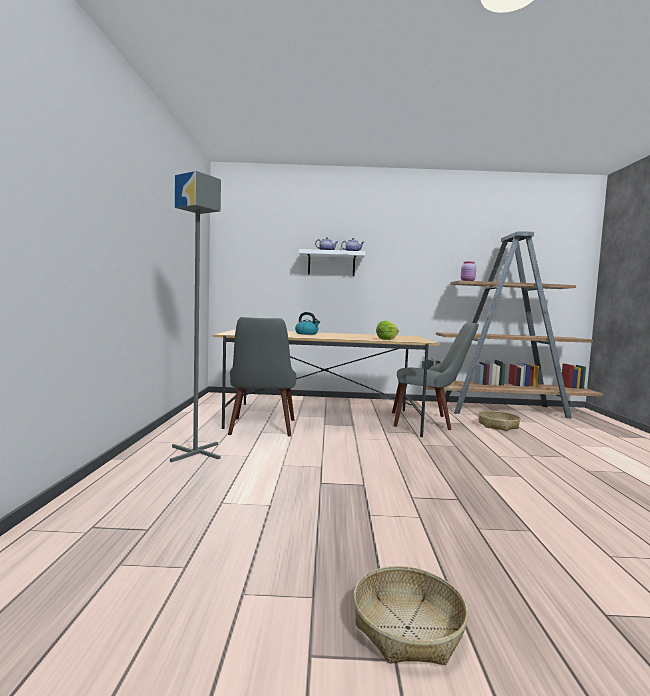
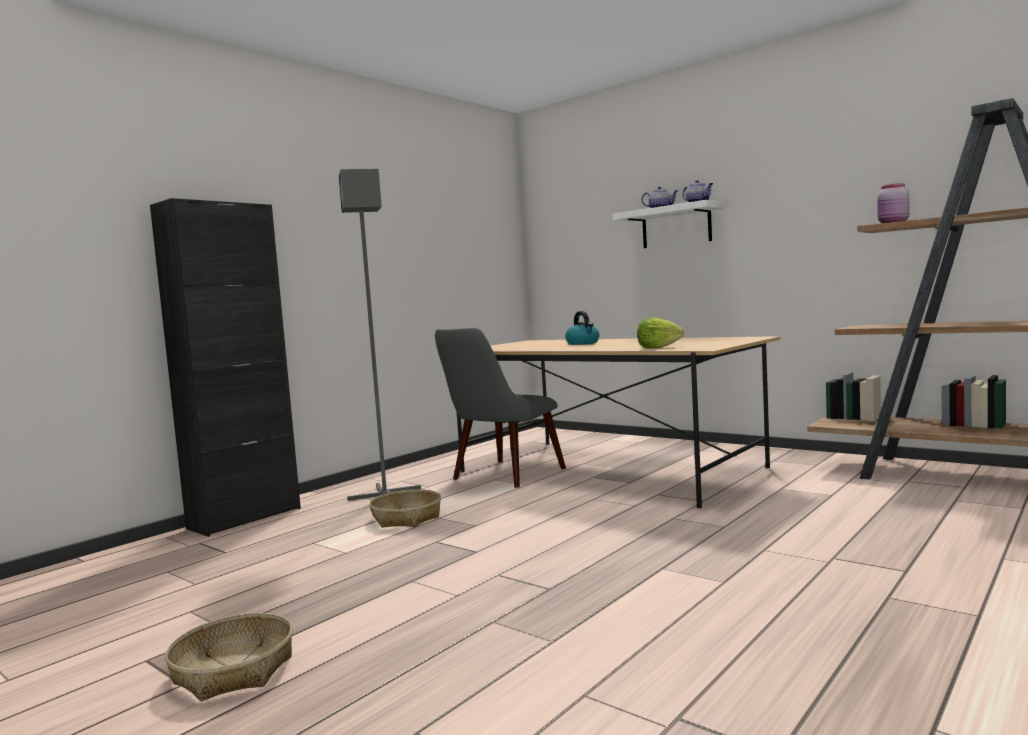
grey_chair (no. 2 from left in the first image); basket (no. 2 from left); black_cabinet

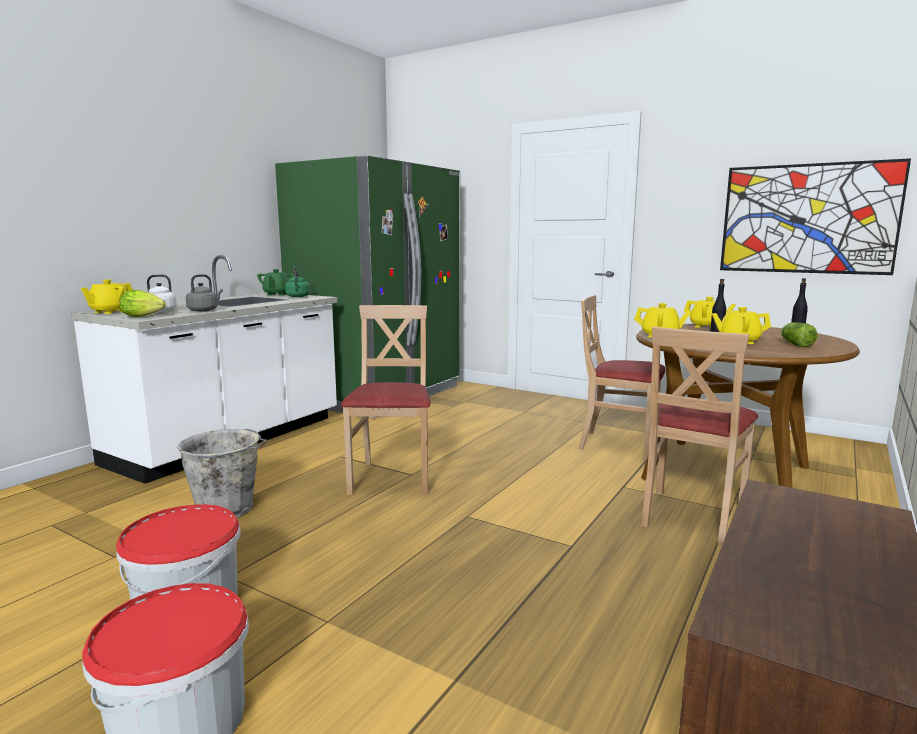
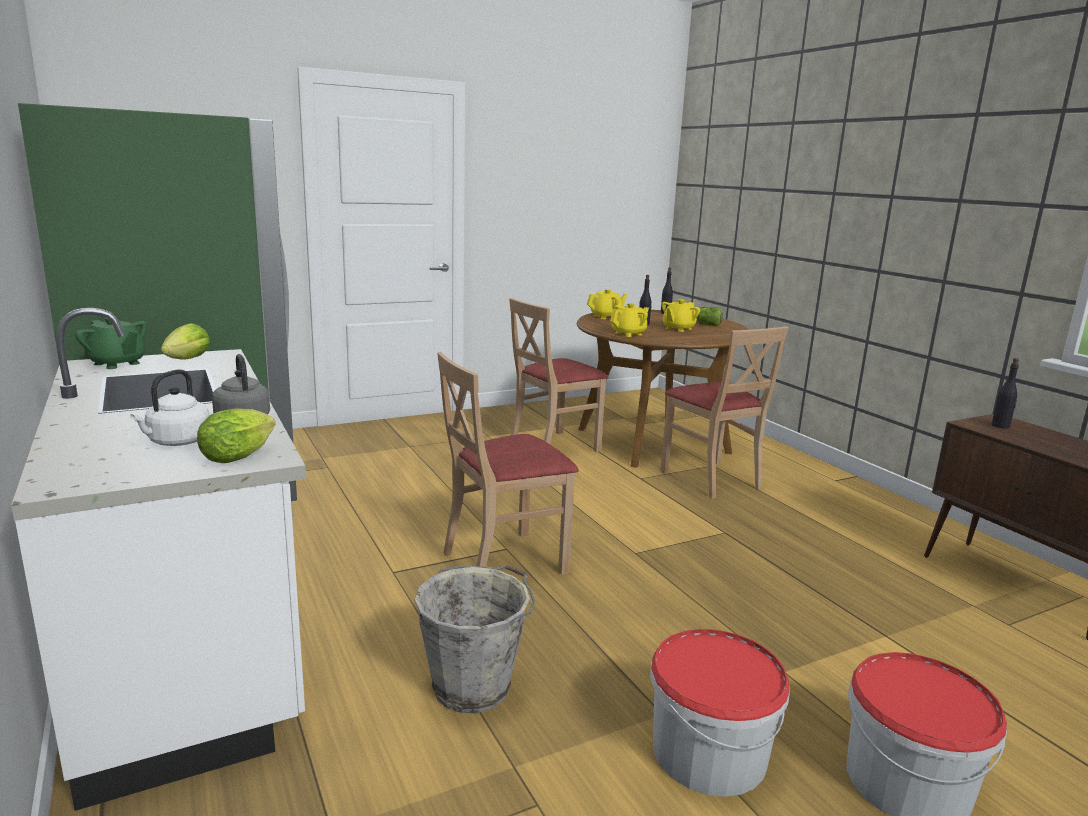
picture; lettuce (no. 1 from left); yellow_teapot (no. 1 from left in the first image); beige_chair (no. 1 from left); black_bottle (no. 3 from left)

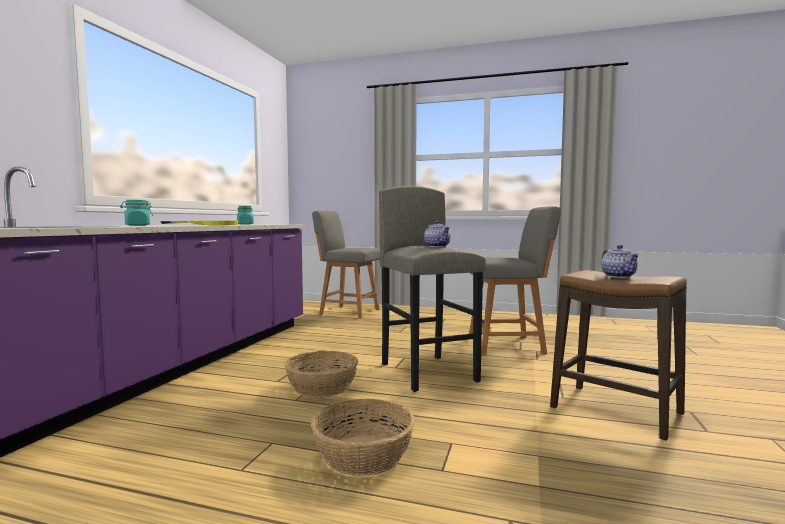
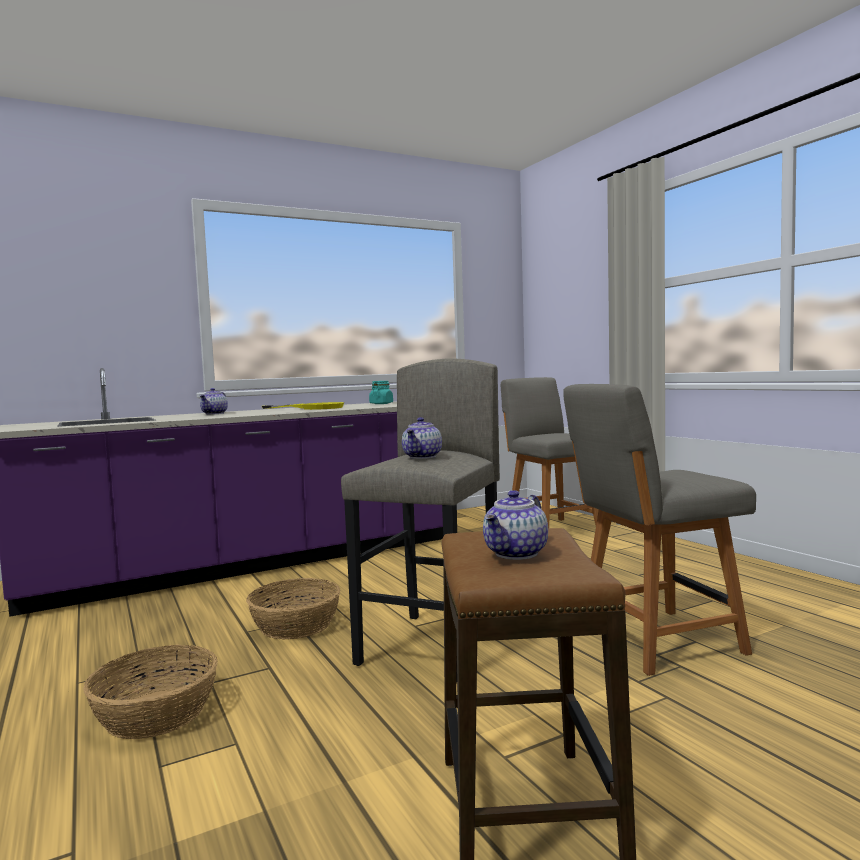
teapot (no. 1 from left); grey_chair (no. 2 from left)

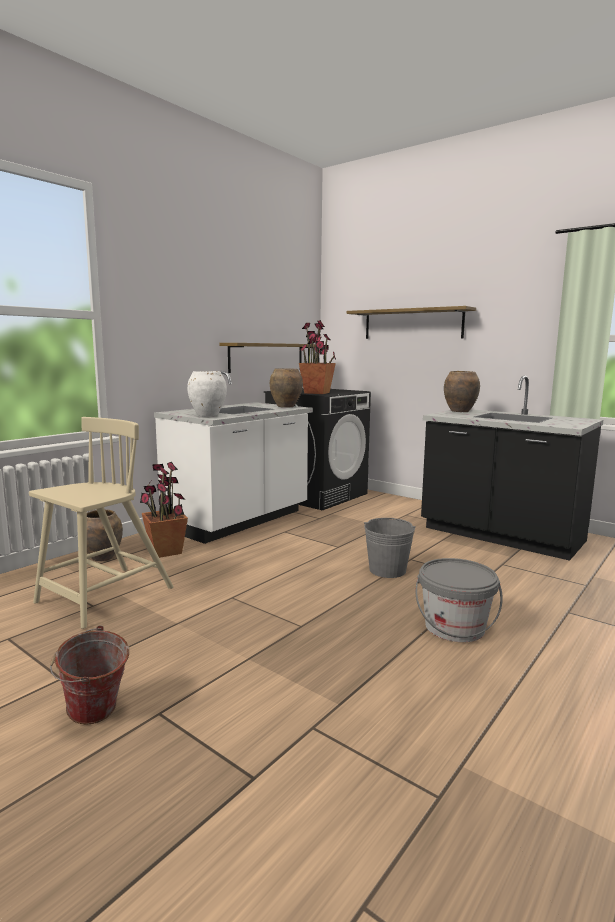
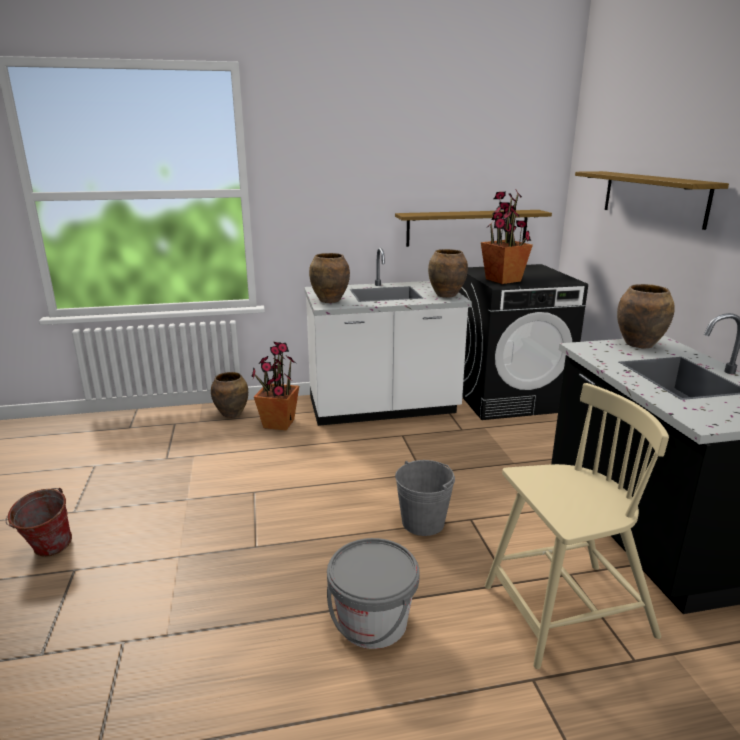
brown_vase (no. 2 from left); beige_chair

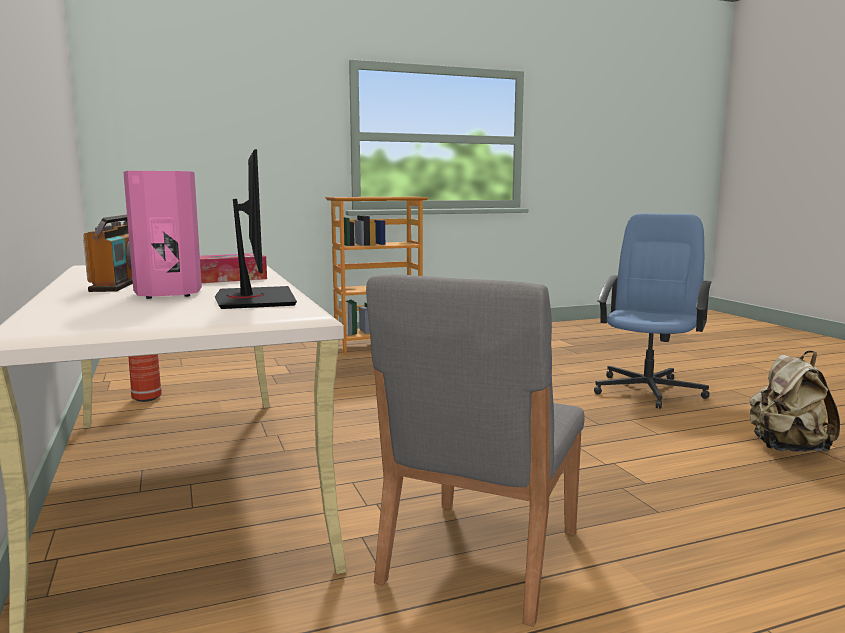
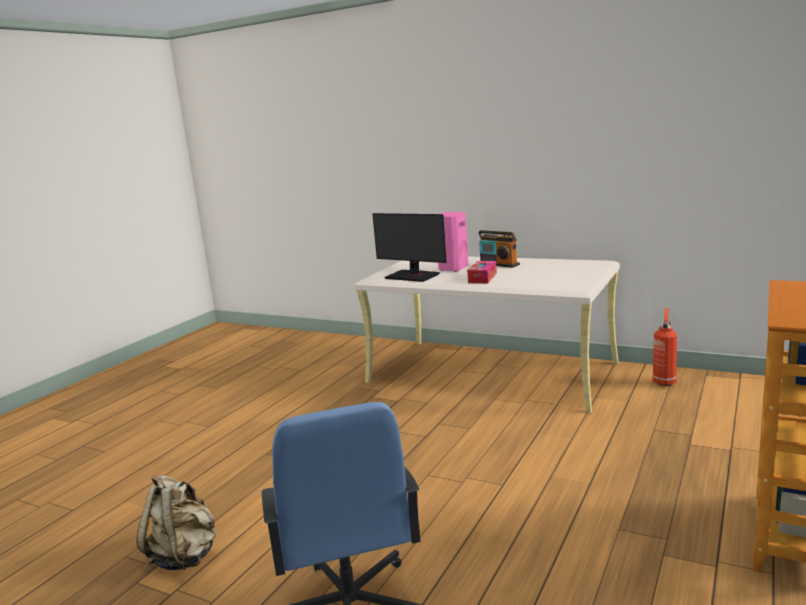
grey_chair

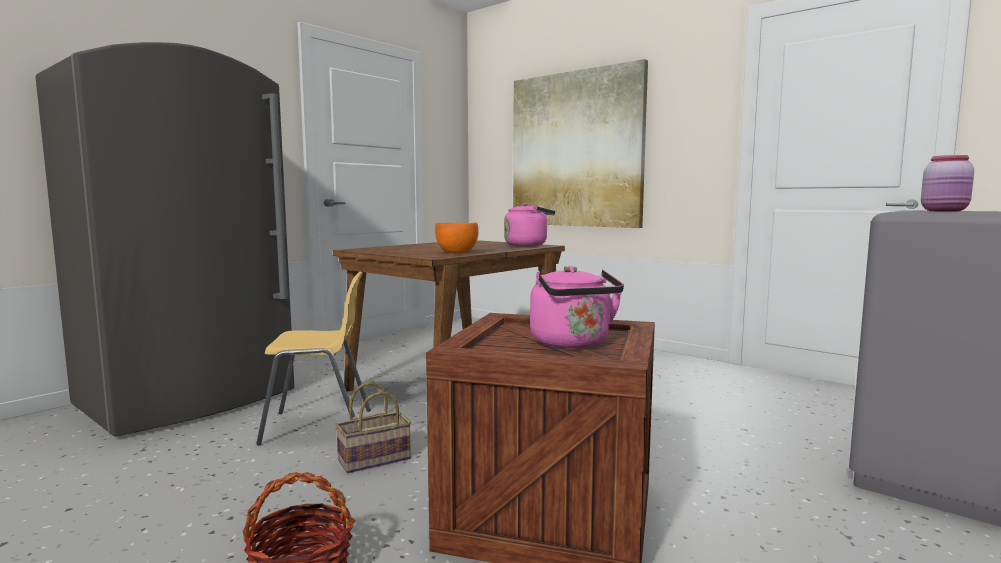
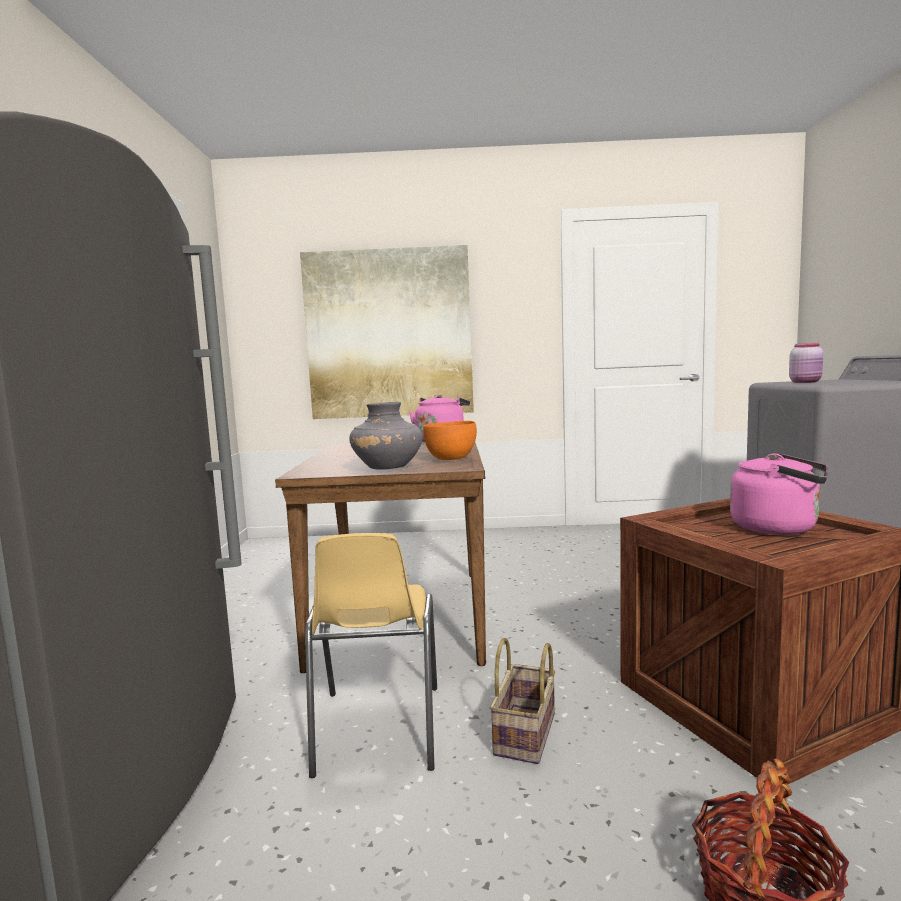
yellow_chair; grey_vase

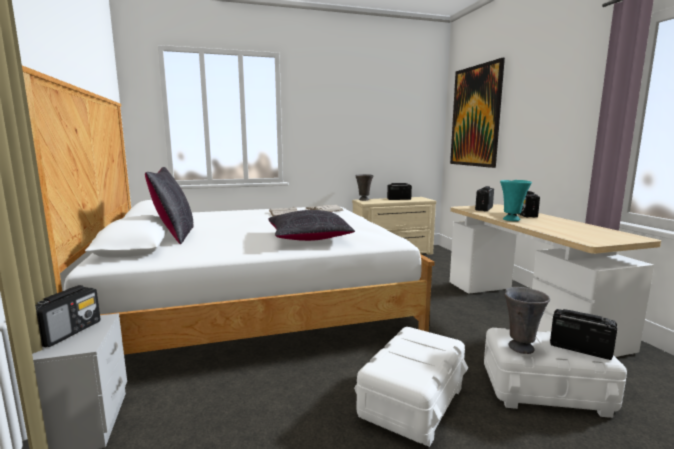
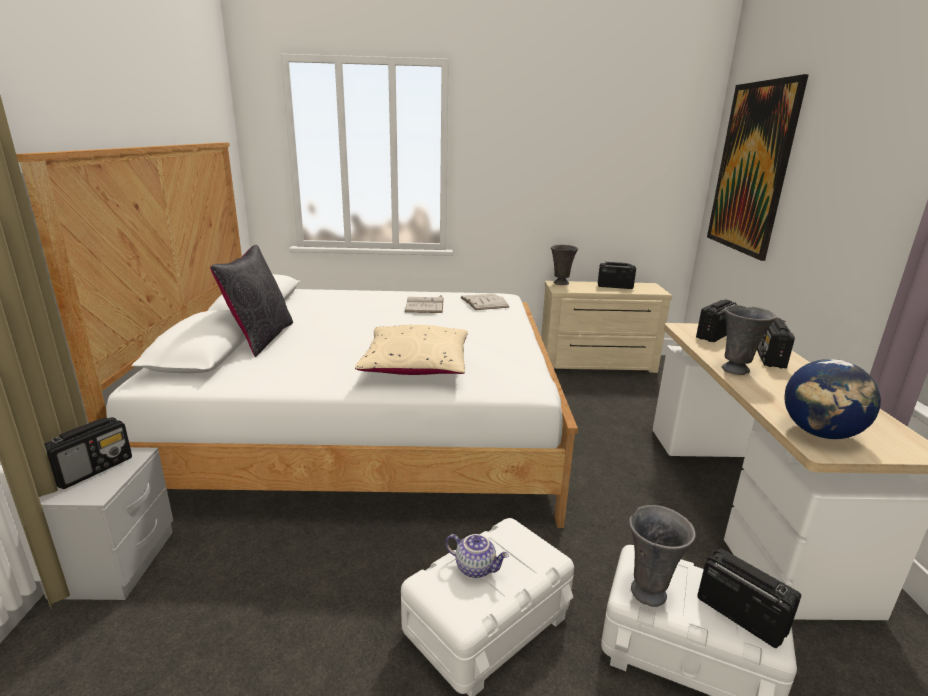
grey_vase (no. 3 from left); beige_pillow; globe; teapot

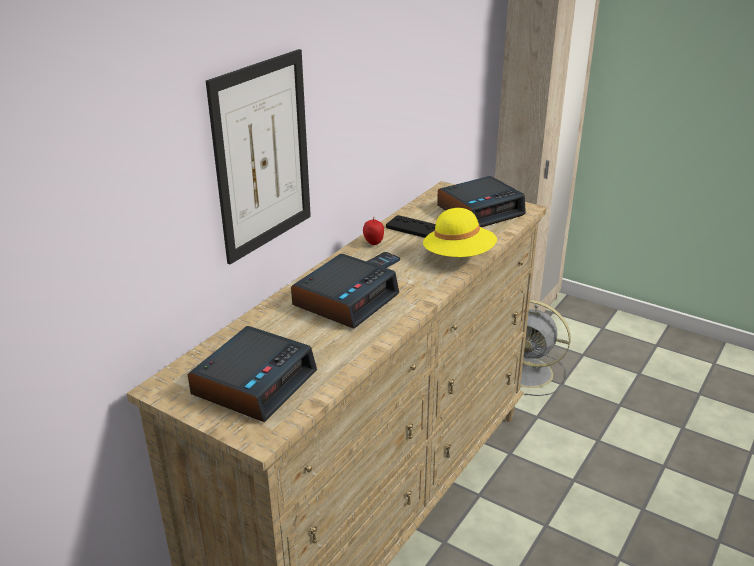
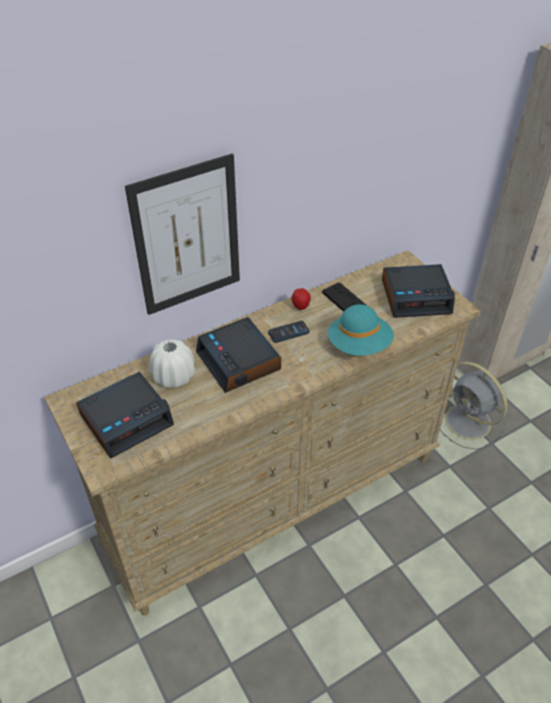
turquoise_hat; alarm_clock (no. 2 from left); white_vase

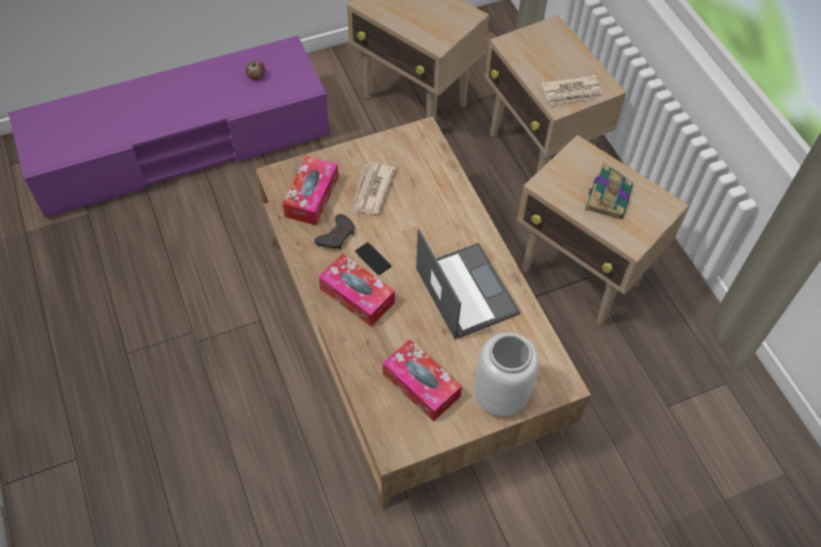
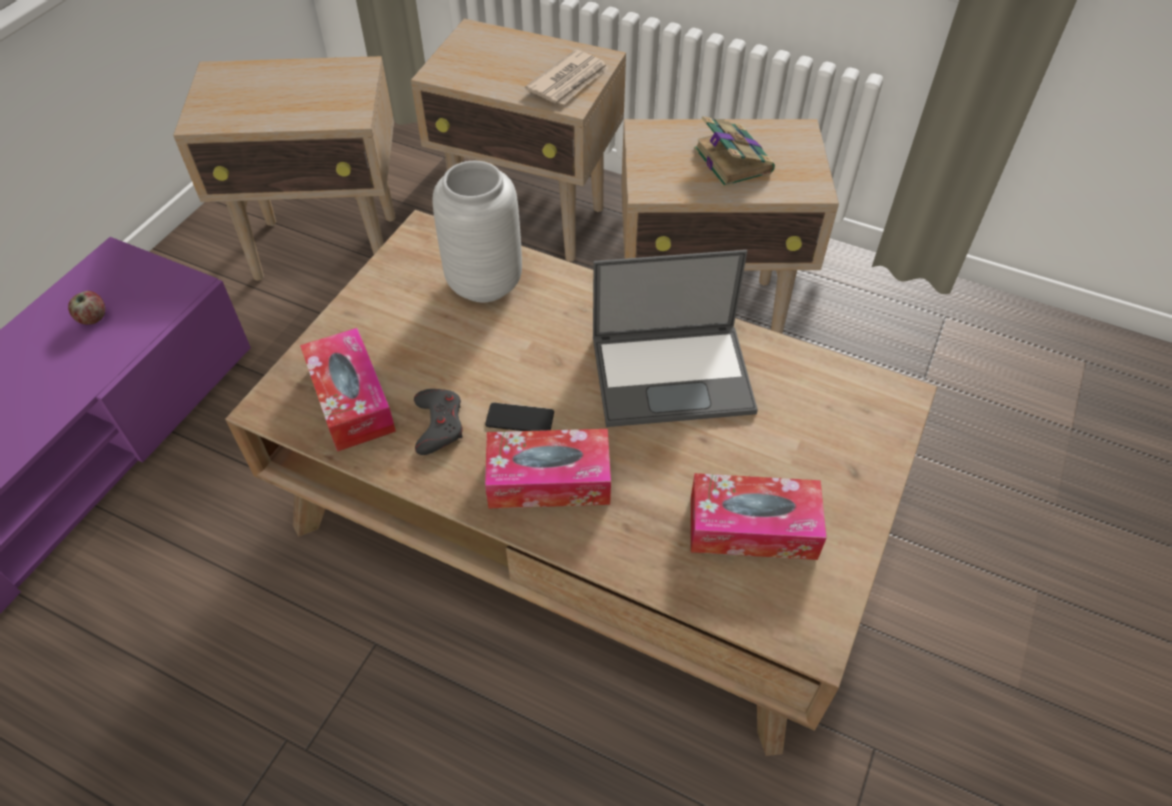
newspaper (no. 1 from left in the first image); laptop; grey_vase

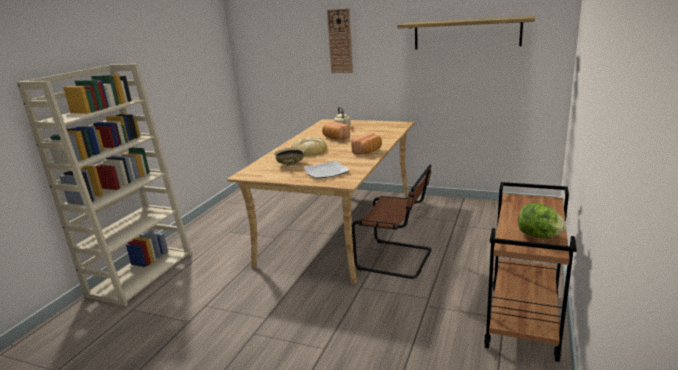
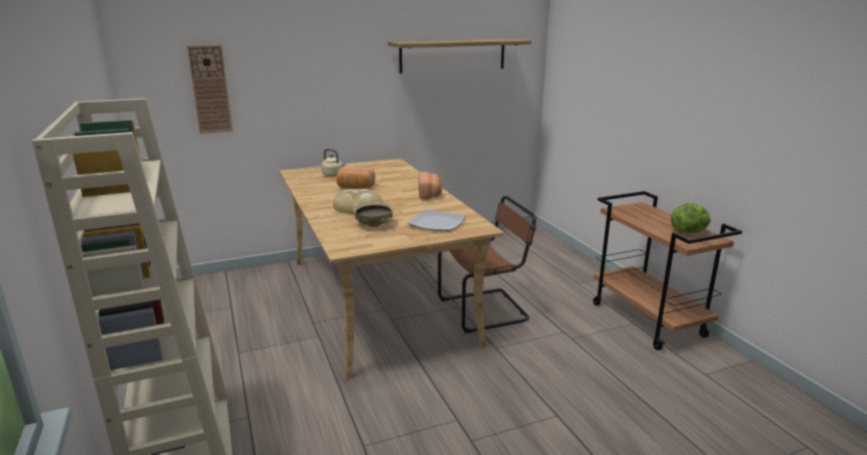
wall_clock

